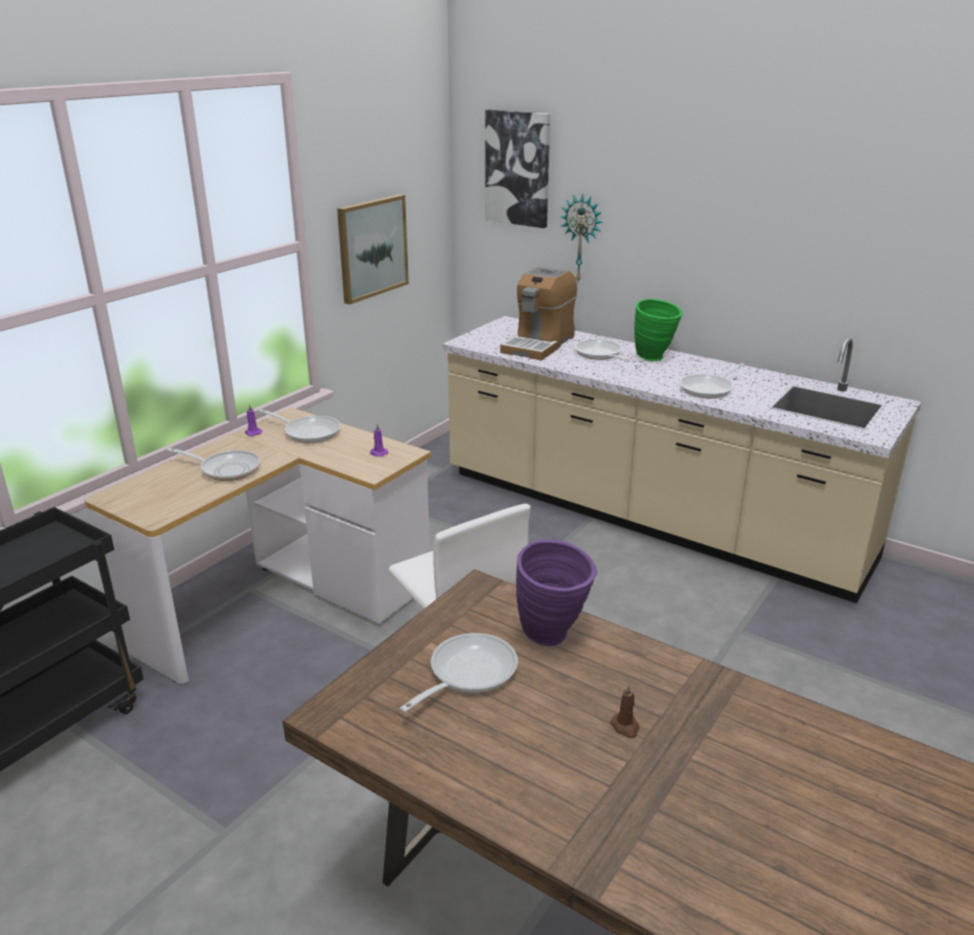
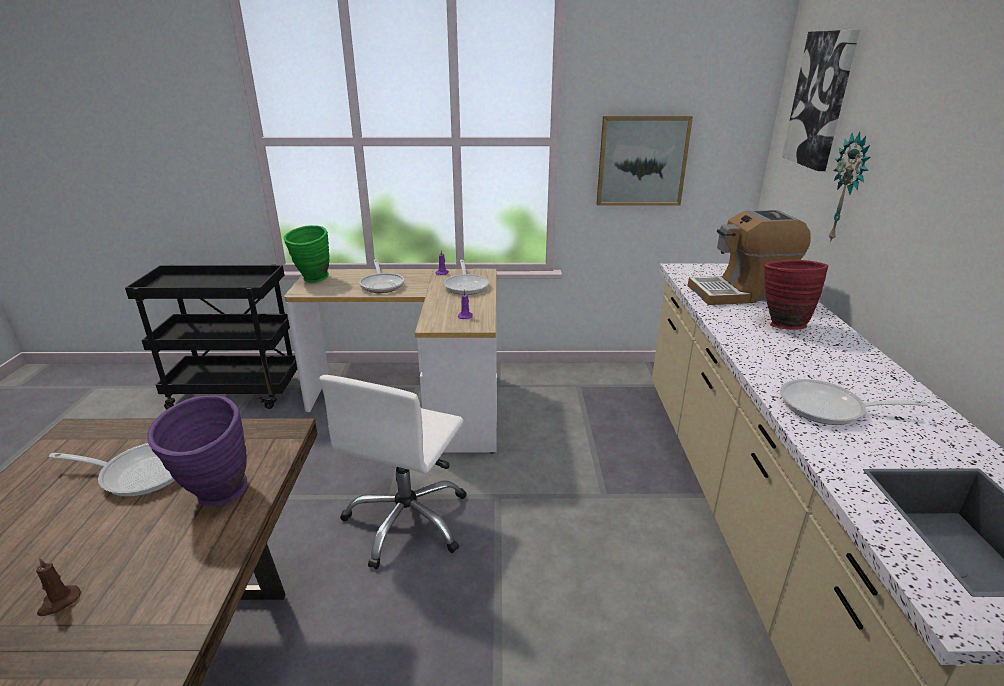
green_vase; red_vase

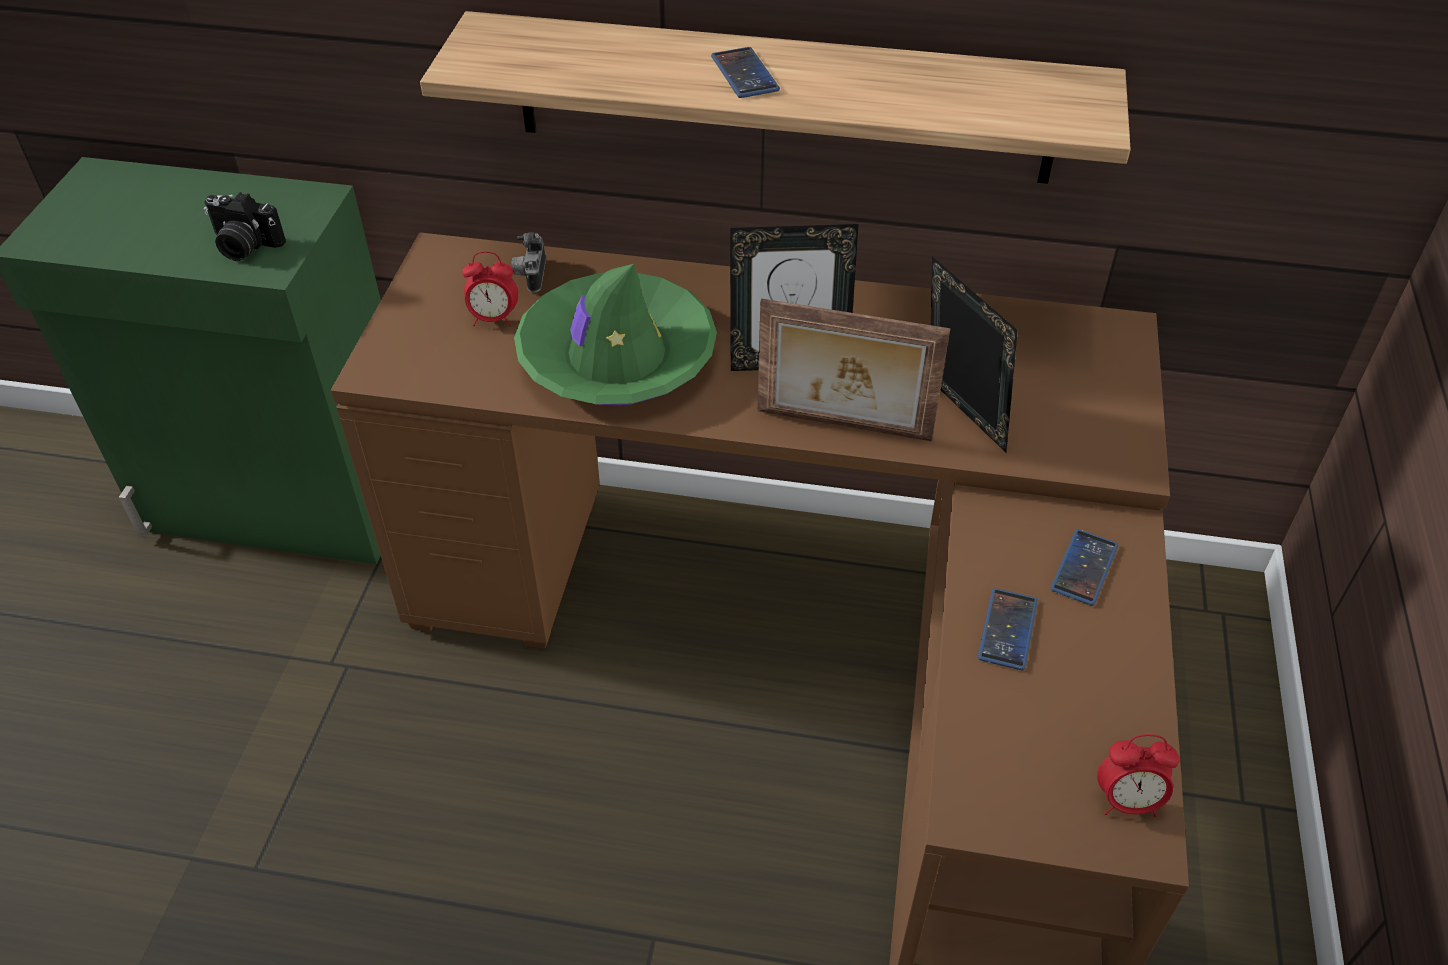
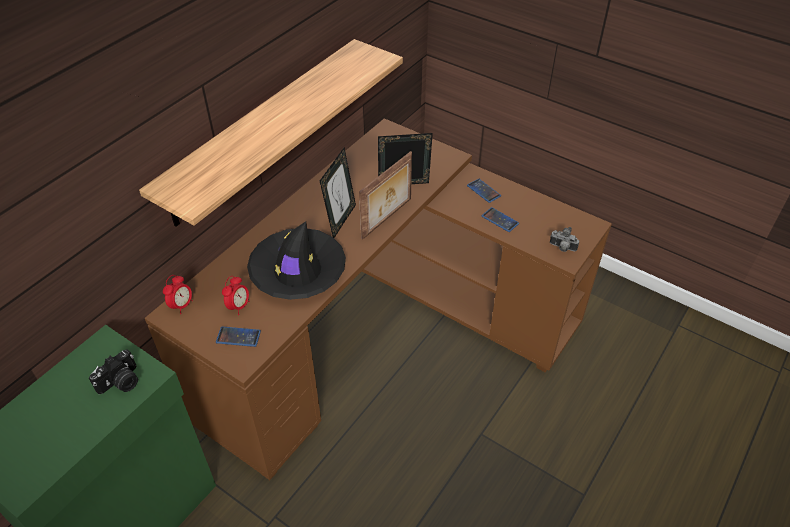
phone (no. 1 from left); photo_camera (no. 2 from left); black_hat; alarm_clock (no. 1 from left)

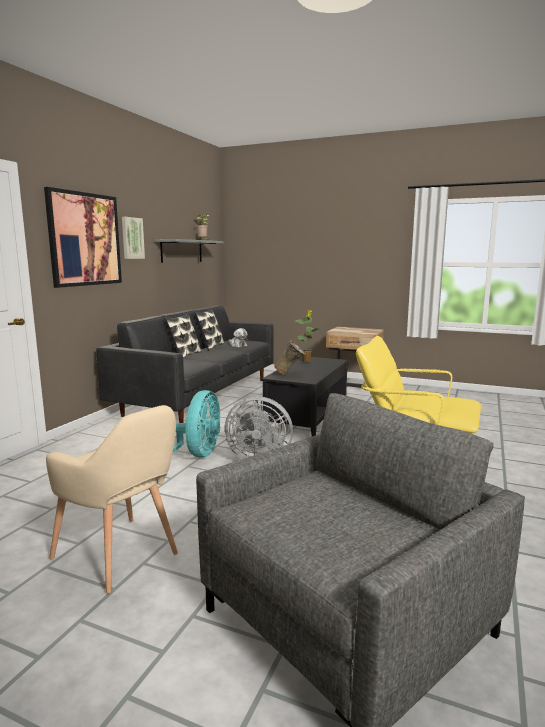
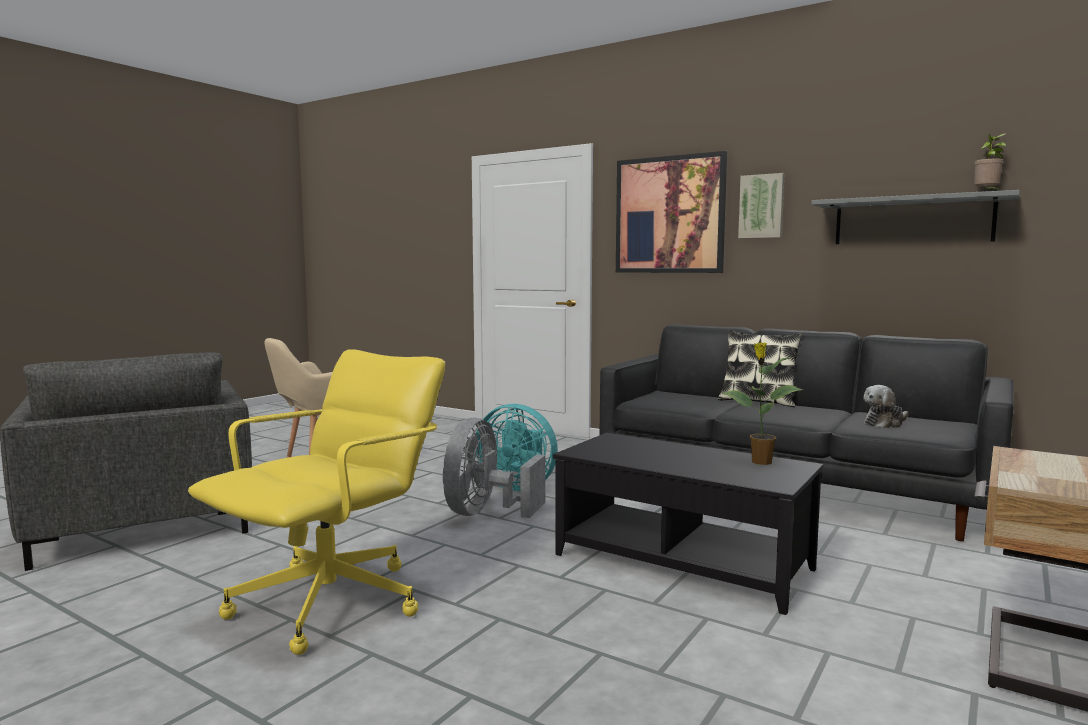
pillow (no. 2 from left in the first image); beige_vase

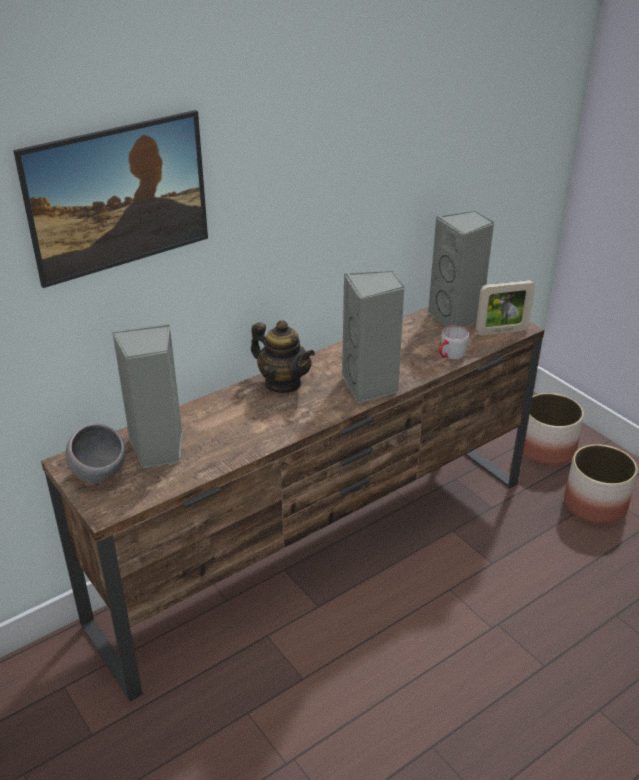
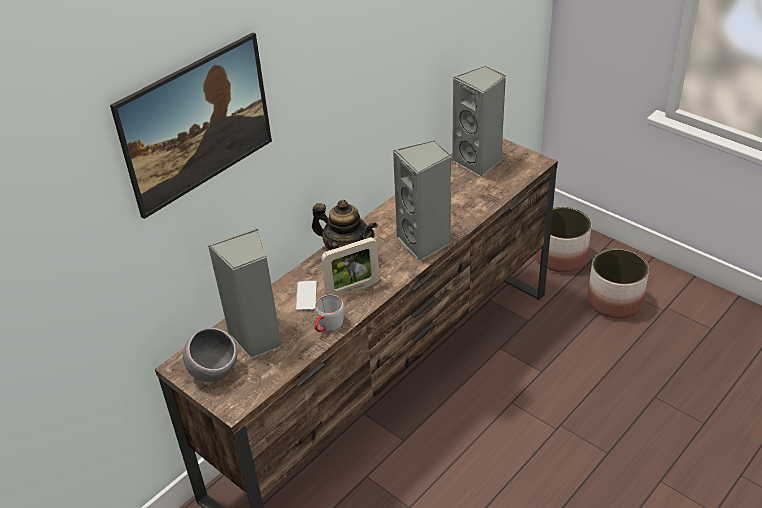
picture_frame; grey_mug; phone

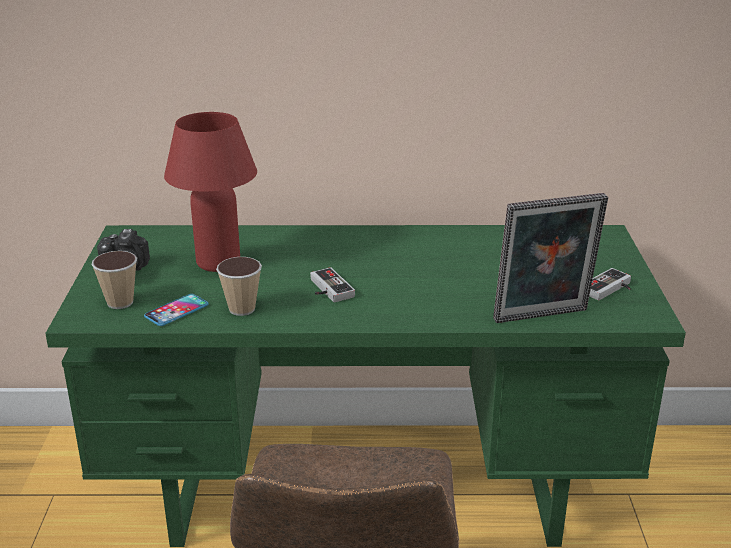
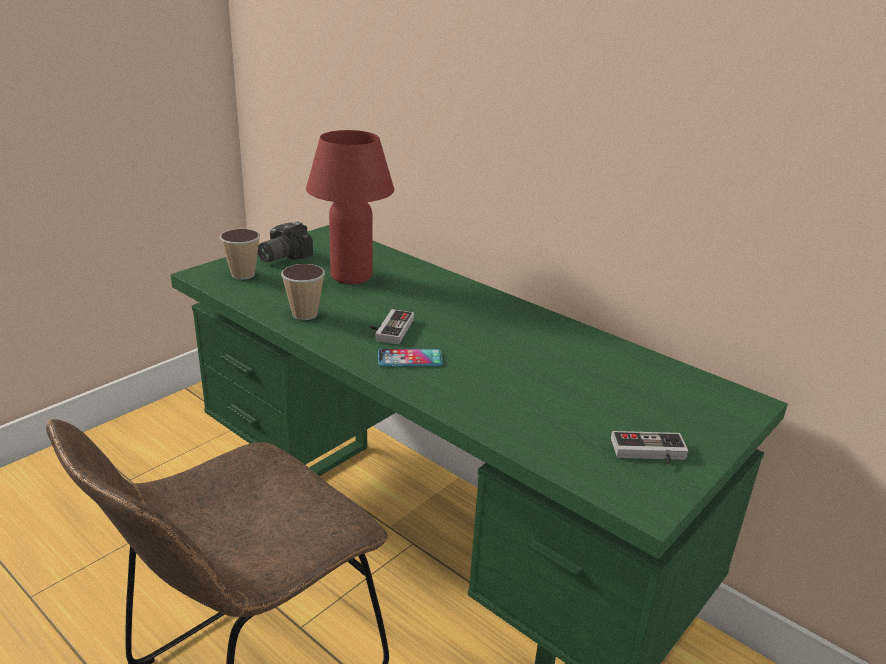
picture_frame; phone

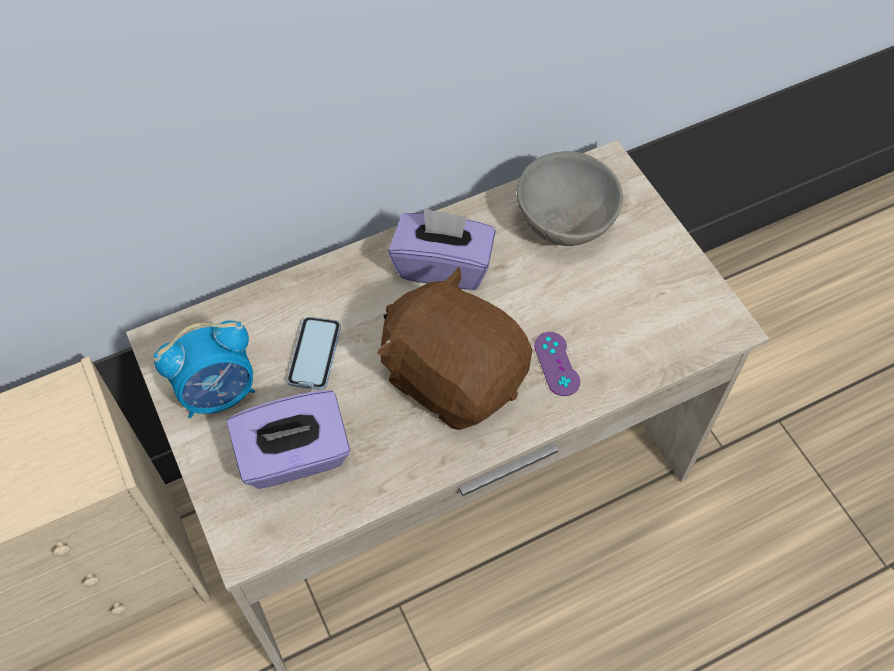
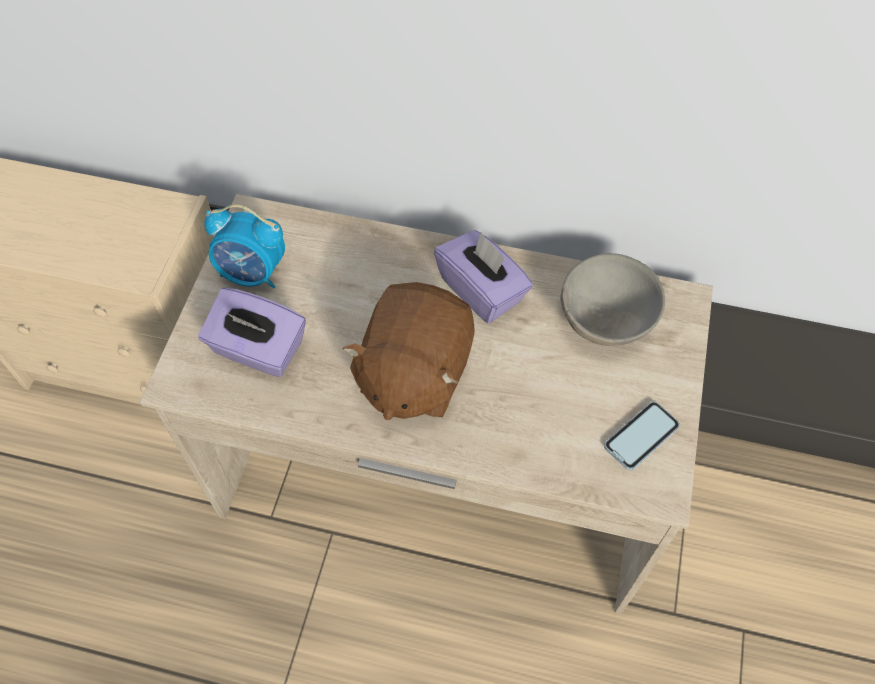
brown_plush_toy; phone; purple_game_controller

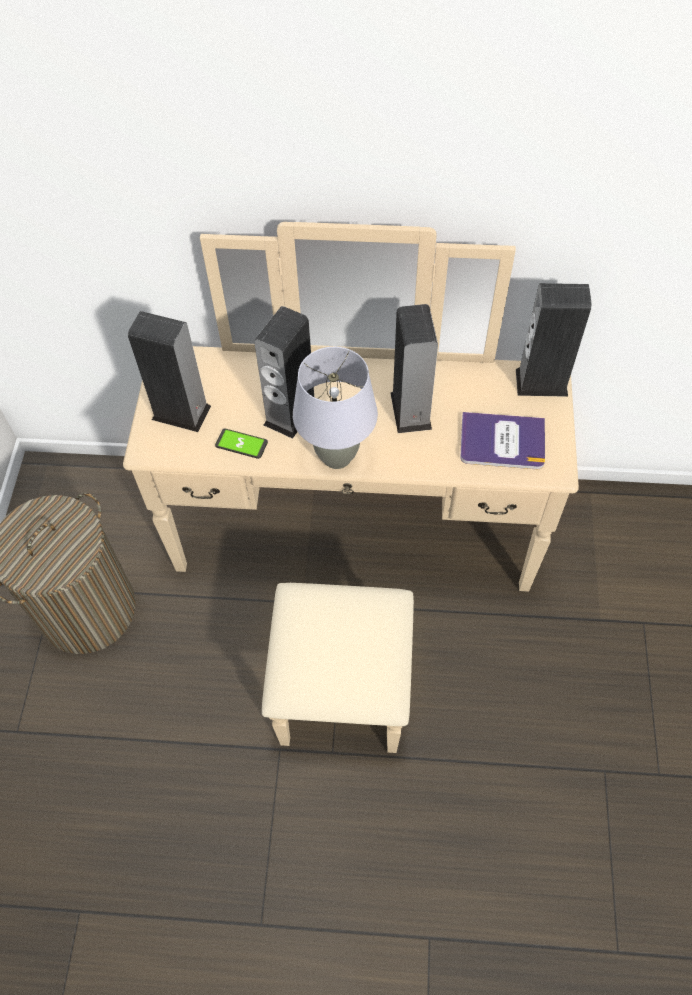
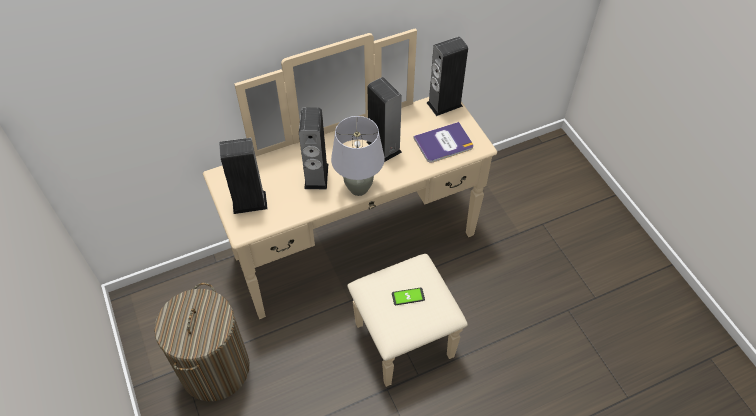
phone

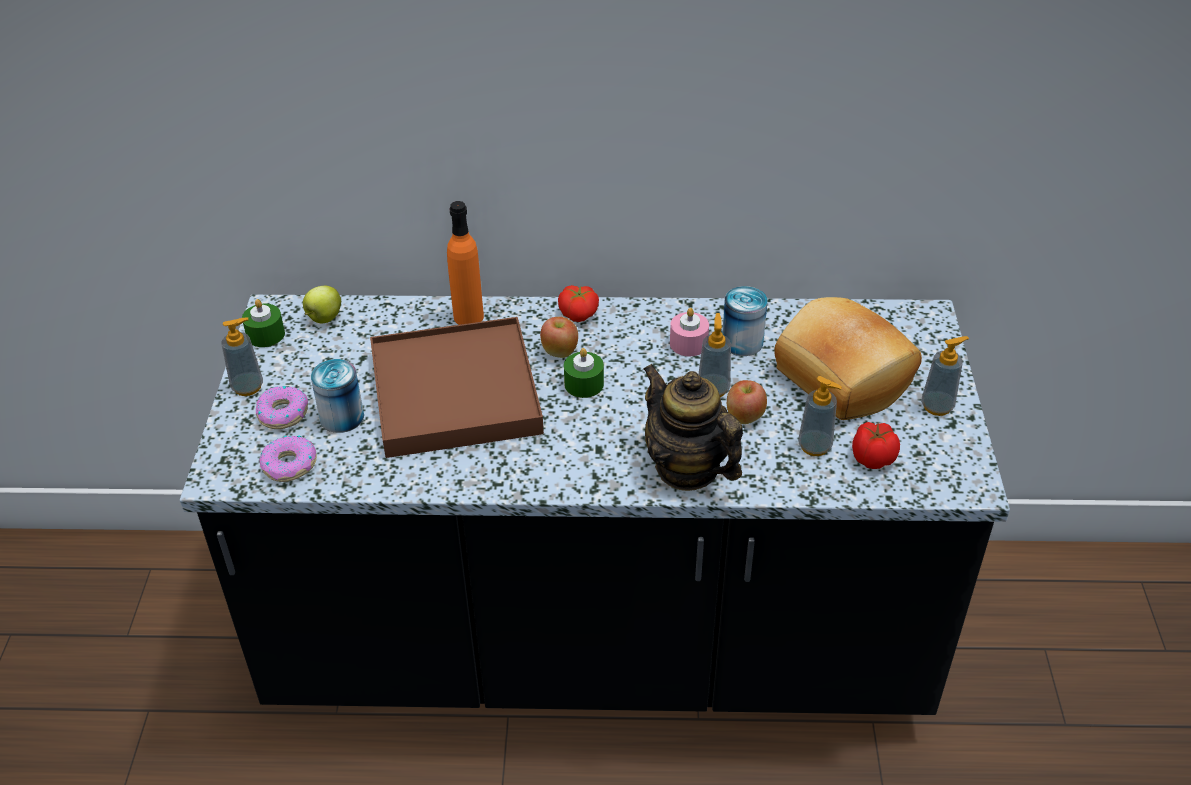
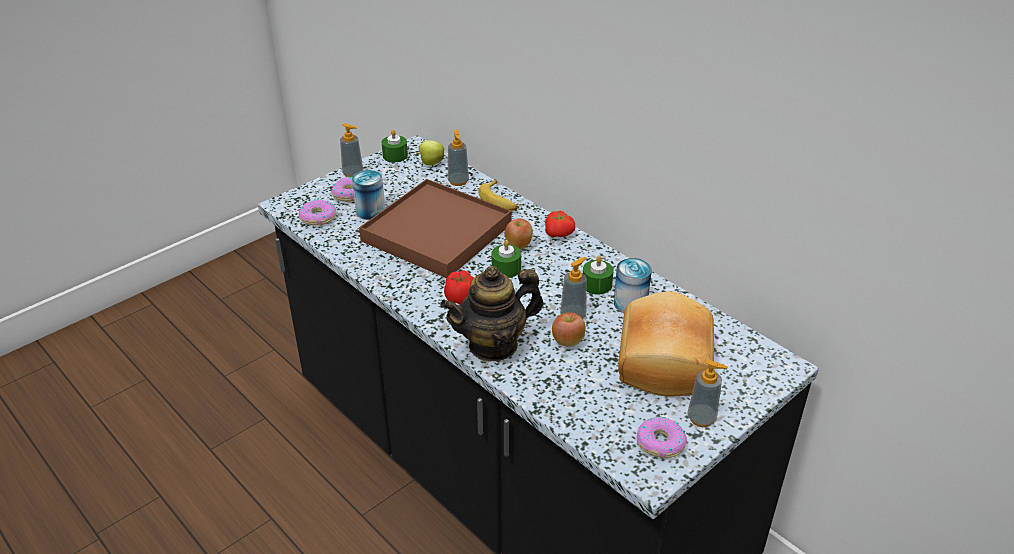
banana; green_candle (no. 3 from left); teapot; soap_dispenser (no. 2 from left); tomato (no. 1 from left); donut (no. 3 from left)

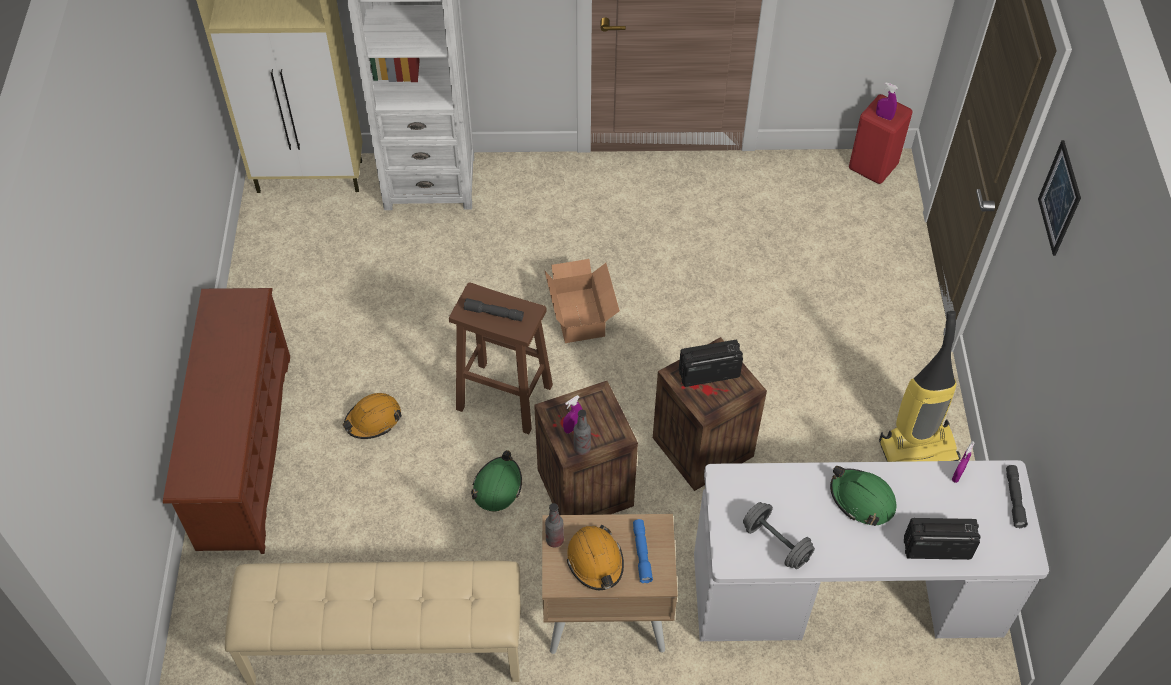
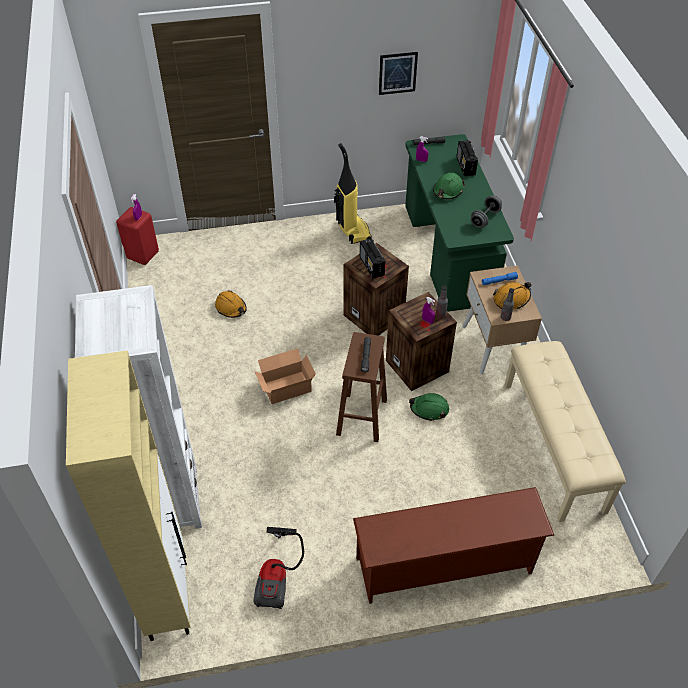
picture; orange_hard_hat (no. 1 from left); green_desk; vacuum_cleaner (no. 1 from left)

